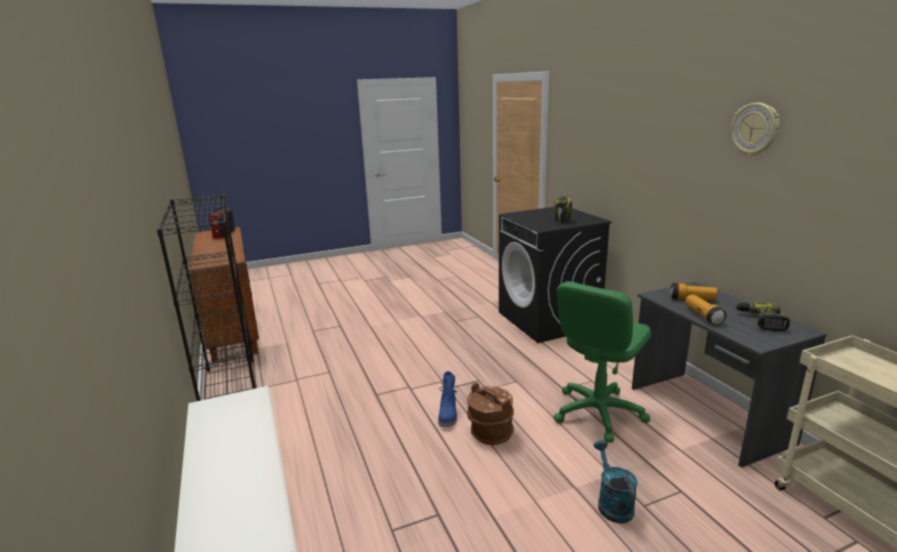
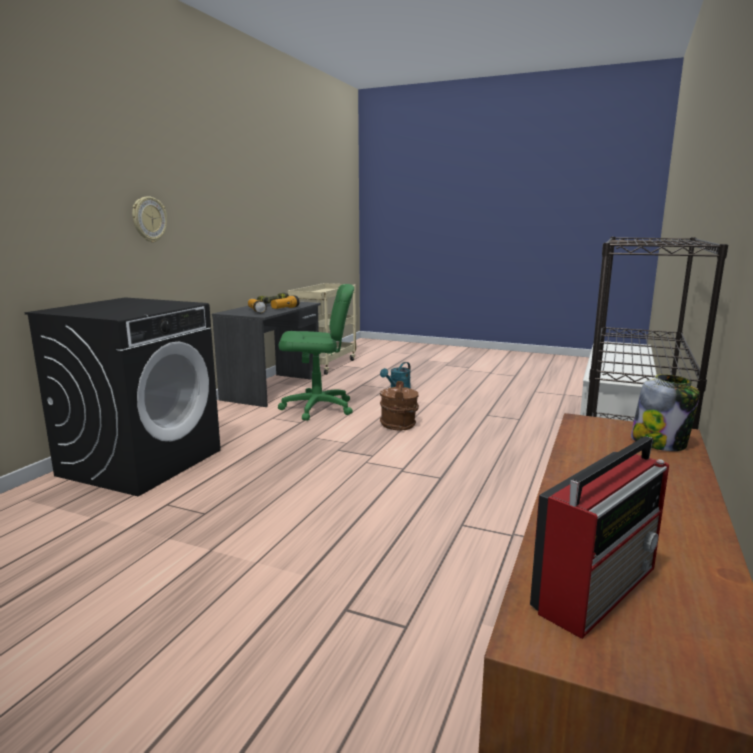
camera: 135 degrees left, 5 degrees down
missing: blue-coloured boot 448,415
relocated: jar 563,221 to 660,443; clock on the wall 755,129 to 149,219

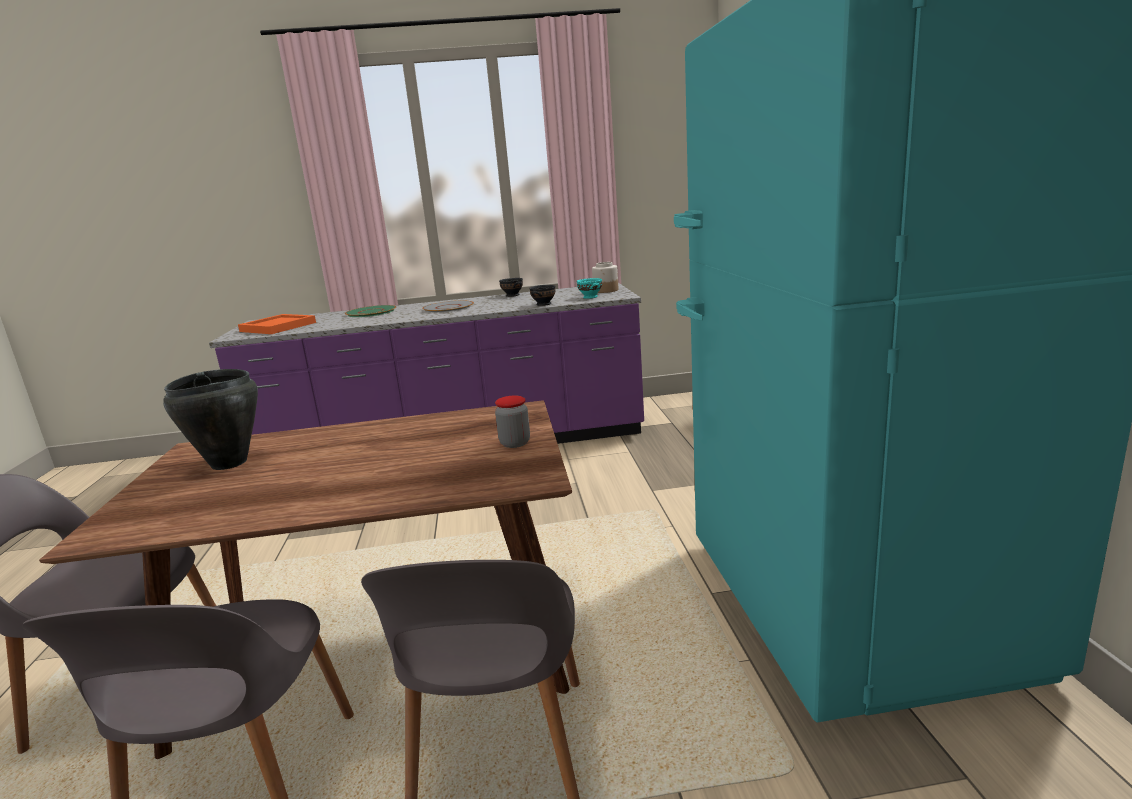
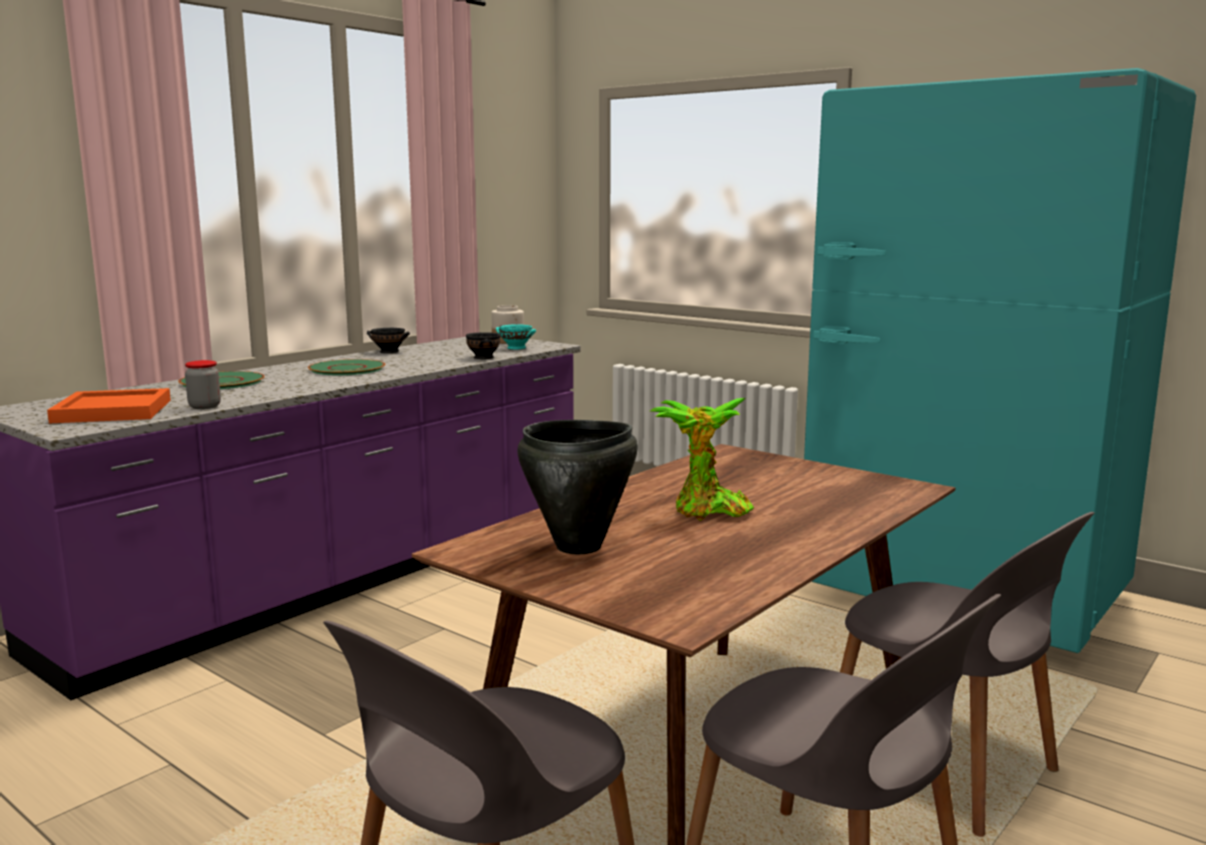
camera: 45 degrees left, 5 degrees down
appeared: houseplant 706,512
relocated: jar 515,443 to 204,406
colour: greyish plate 448,308 to greenish plate 346,369

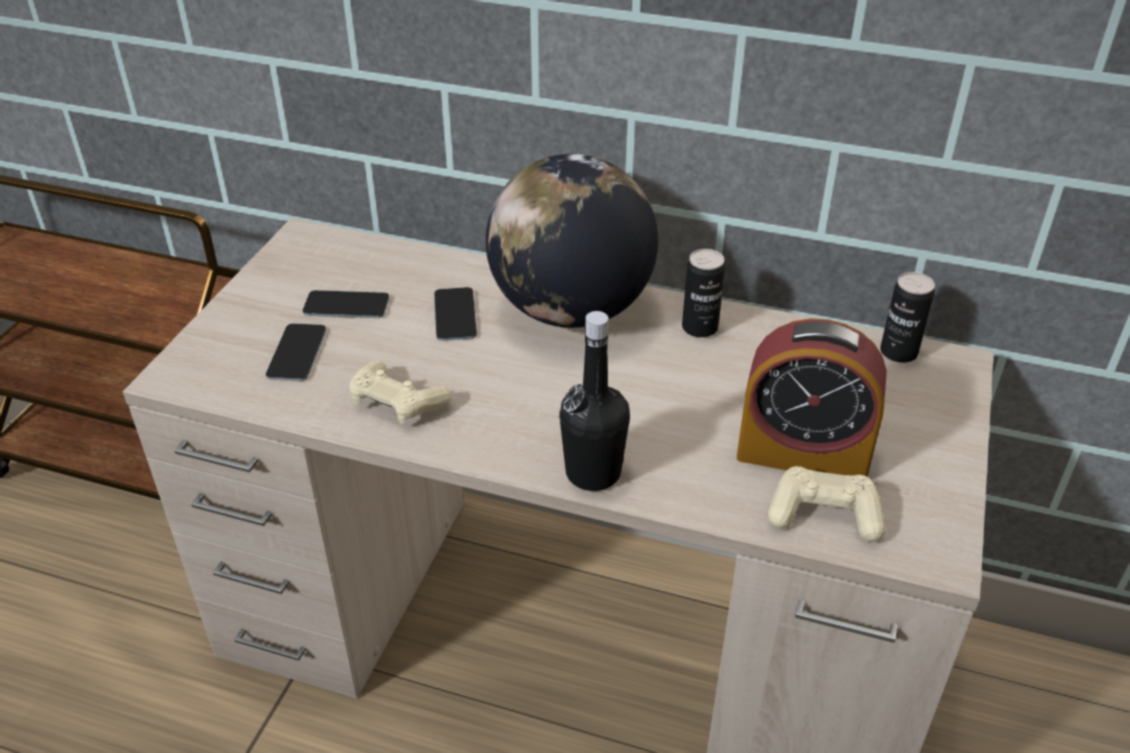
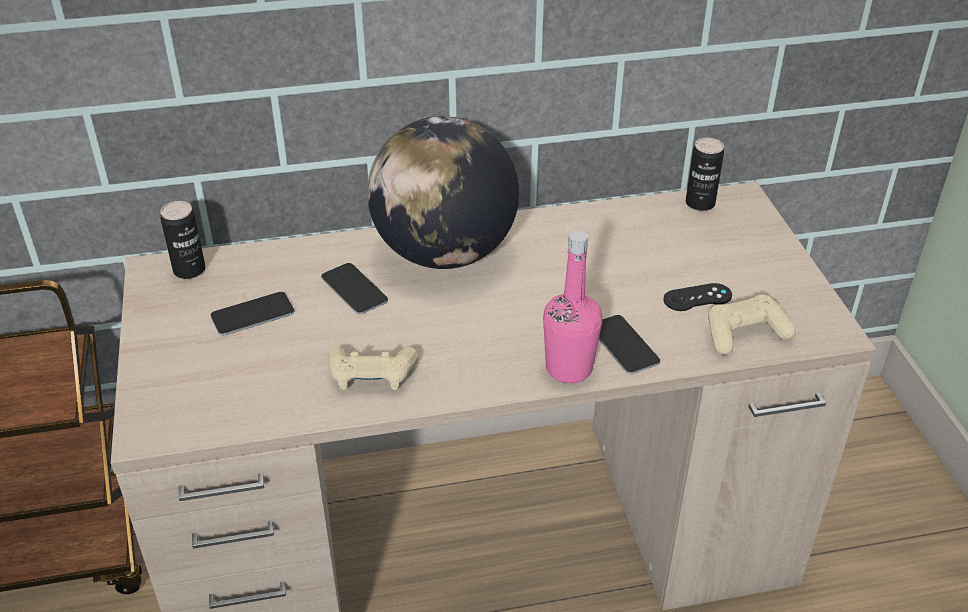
camera: 30 degrees left, 0 degrees up
relocated: handset 297,353 to 624,345; metal can 699,328 to 189,270
exchanged: alarm clock 803,454 to black joypad 697,297
colour: black bottle 593,473 to pinkish bottle 569,368

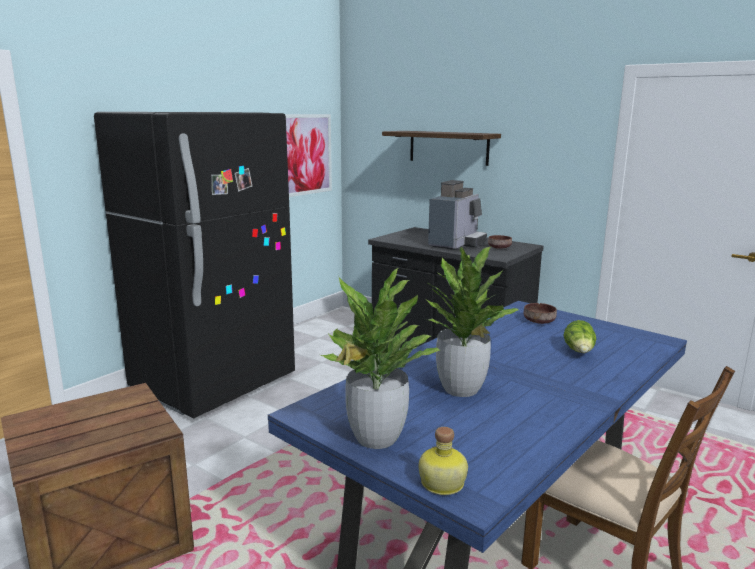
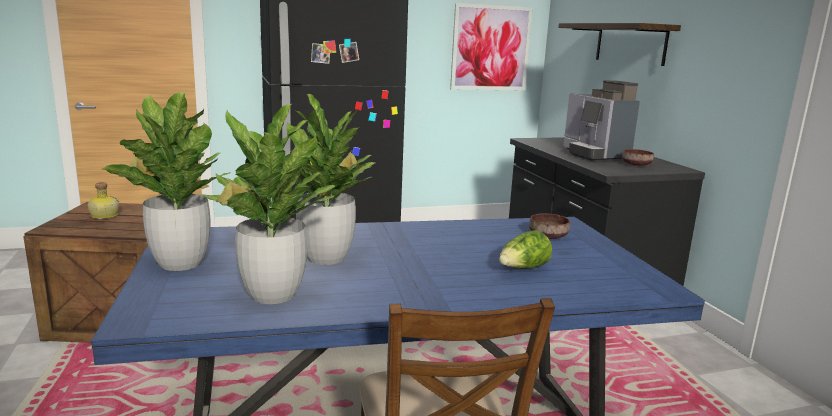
camera: 35 degrees right, 0 degrees up
appeared: houseplant 272,295
relocated: bottle 441,483 to 103,216
spun: coffee machine 456,244 = 594,154 90 degrees clockwise

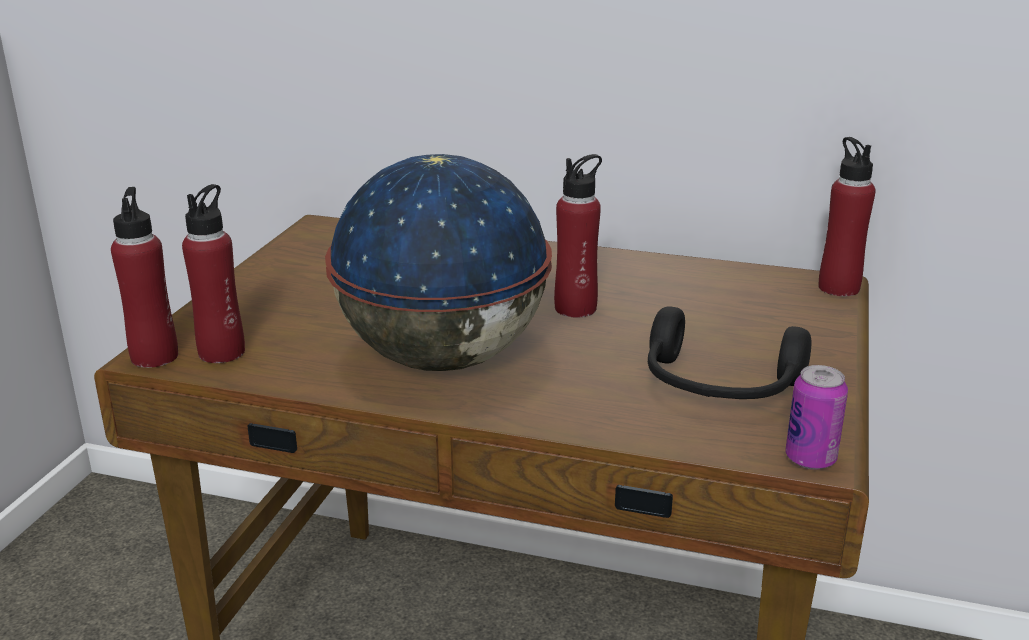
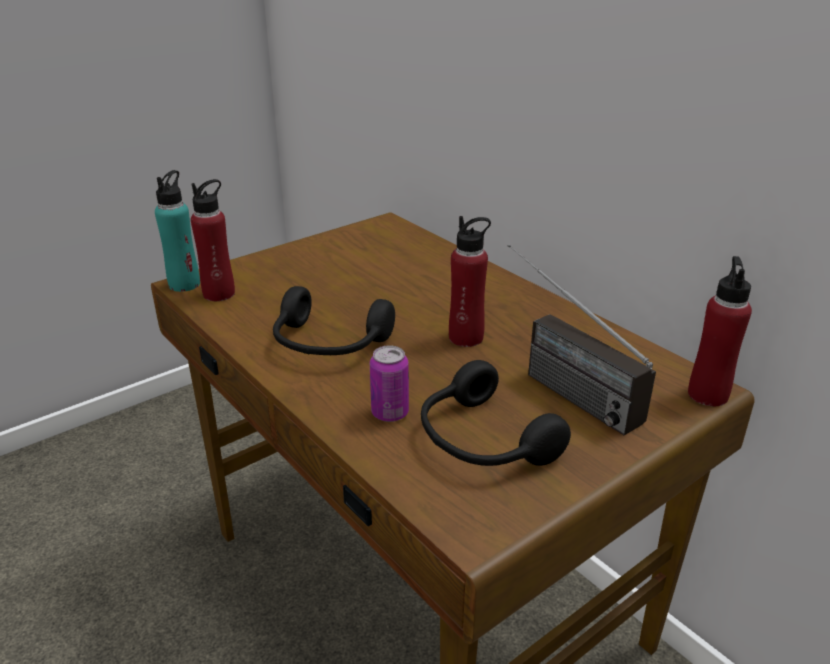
camera: 35 degrees right, 5 degrees up
appeared: radio receiver 555,383
relocated: metal can 810,459 to 390,413
exchanged: desk globe 442,359 to black headset 328,344
colour: red bottle 154,356 to blue-green bottle 184,284

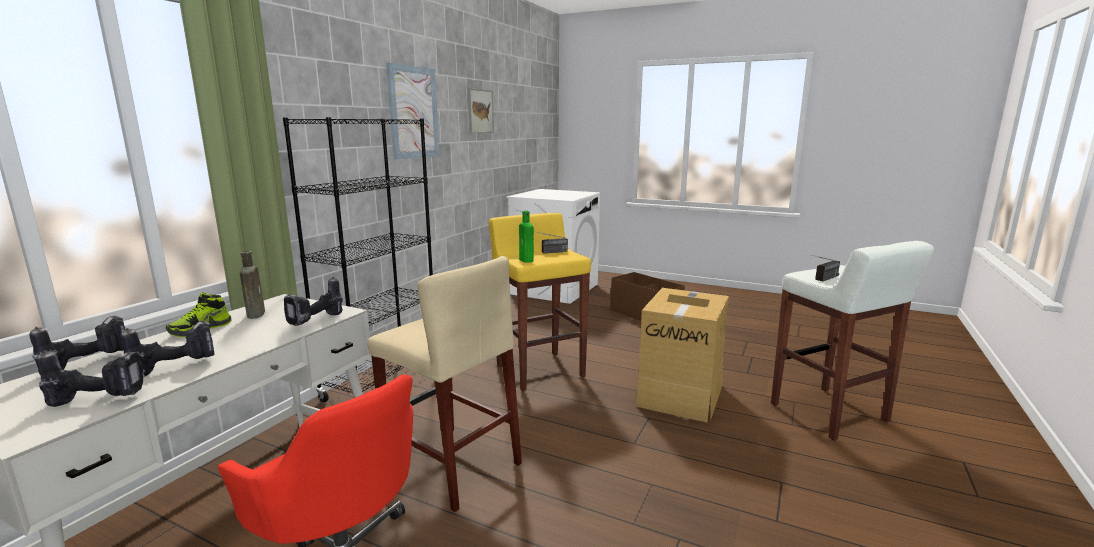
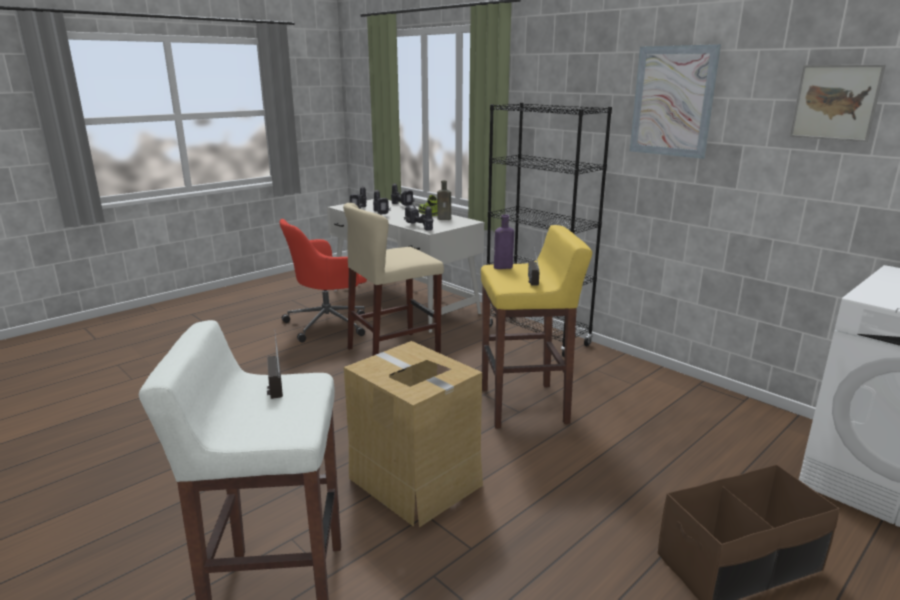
camera: 110 degrees right, 5 degrees up
colour: greenish bottle 527,260 to purple bottle 501,267

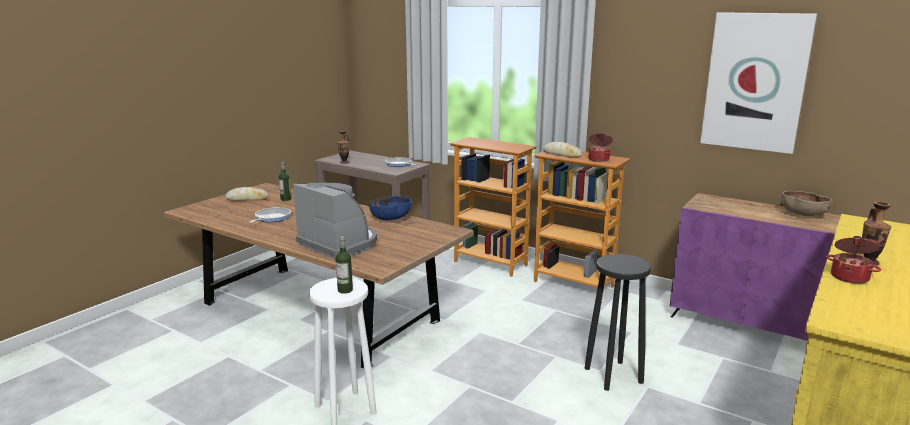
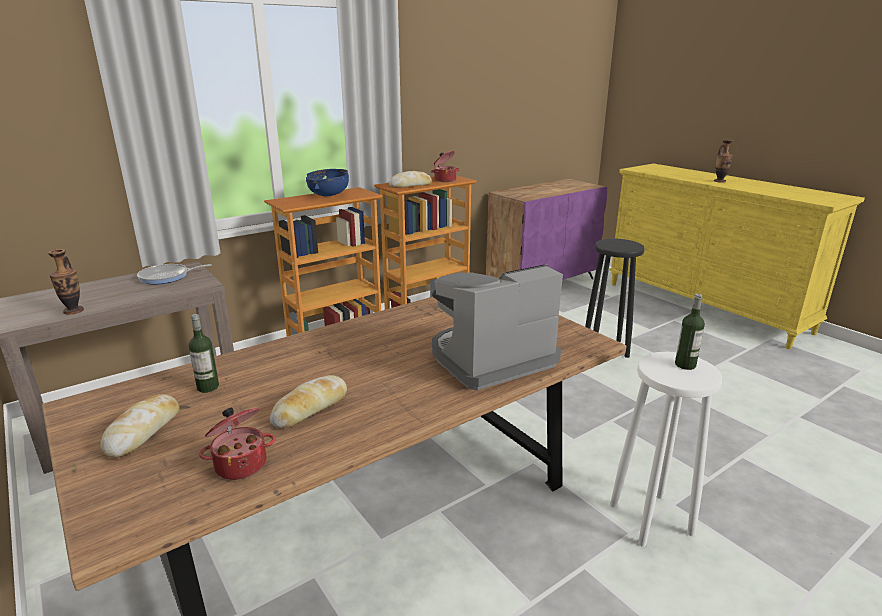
camera: 70 degrees left, 5 degrees up
missing: wall art 755,82; brown-coloured serving bowl 802,215
relocated: blue-coloured serving bowl 391,219 to 329,195; stockpot 850,277 to 241,464
exchanged: skillet 271,218 to baked bread 310,408

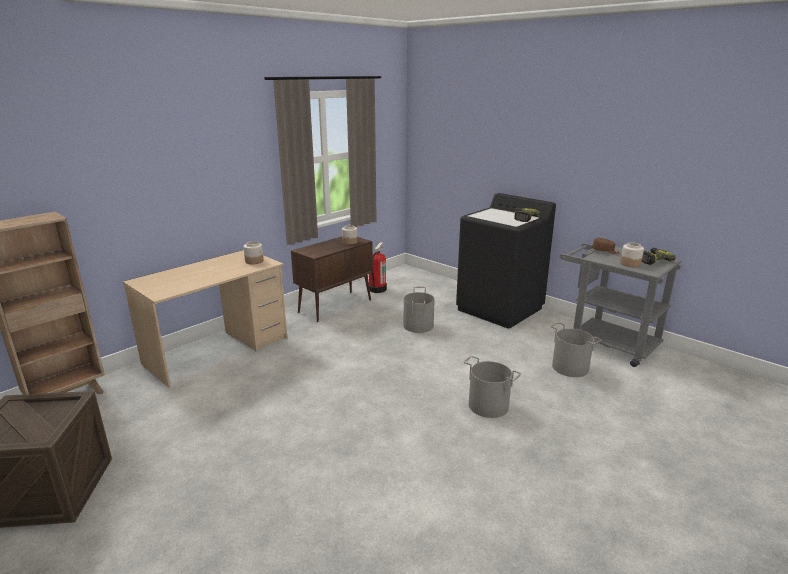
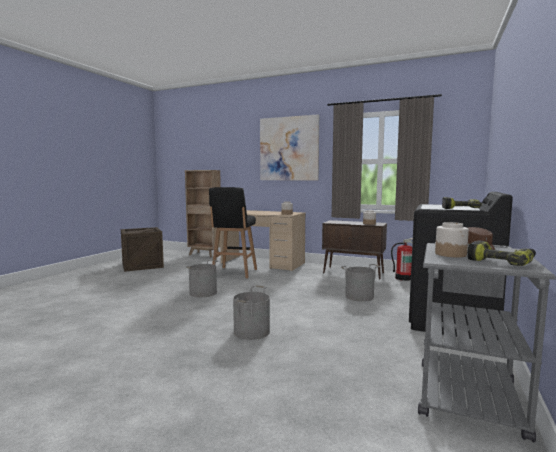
camera: 70 degrees right, 15 degrees down
appeared: black stool 234,273; wall art 289,149
relocated: greyish water bucket 570,367 to 203,293

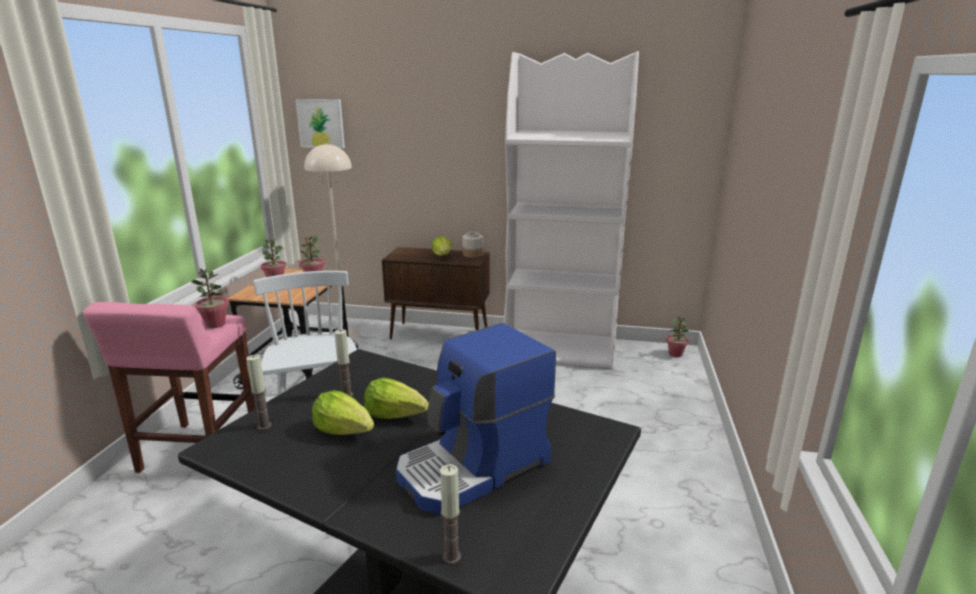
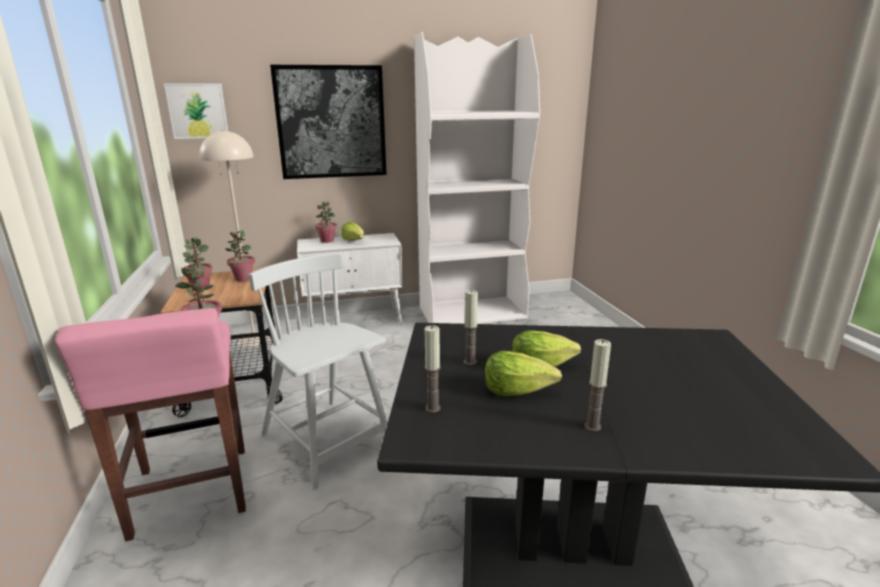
camera: 25 degrees left, 0 degrees up
missing: coffee machine 474,468; jar 473,254
appeared: wall art 331,122
relocated: wax candle 451,556 to 592,426; houseplant 675,354 to 327,241
colour: brown-coloured cabinet 440,335 to white-coloured cabinet 355,321

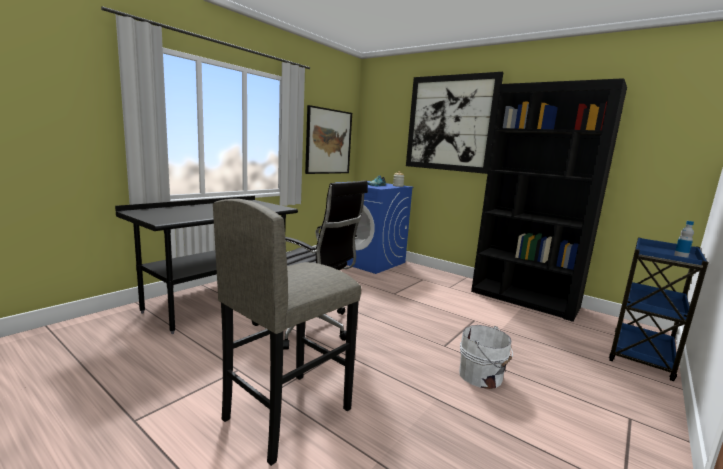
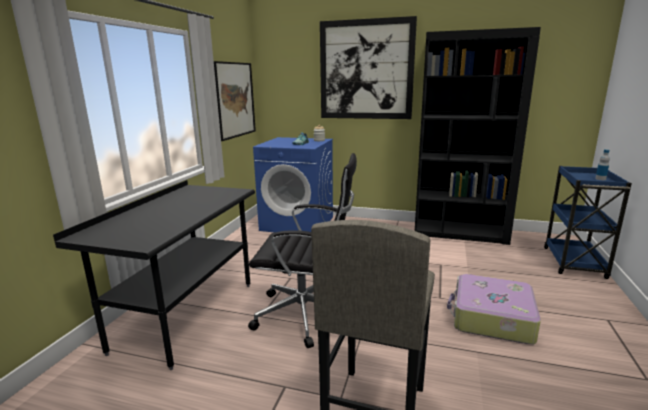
camera: 20 degrees left, 5 degrees up
exchanged: white-coloured water bucket 482,376 to suitcase 491,318

